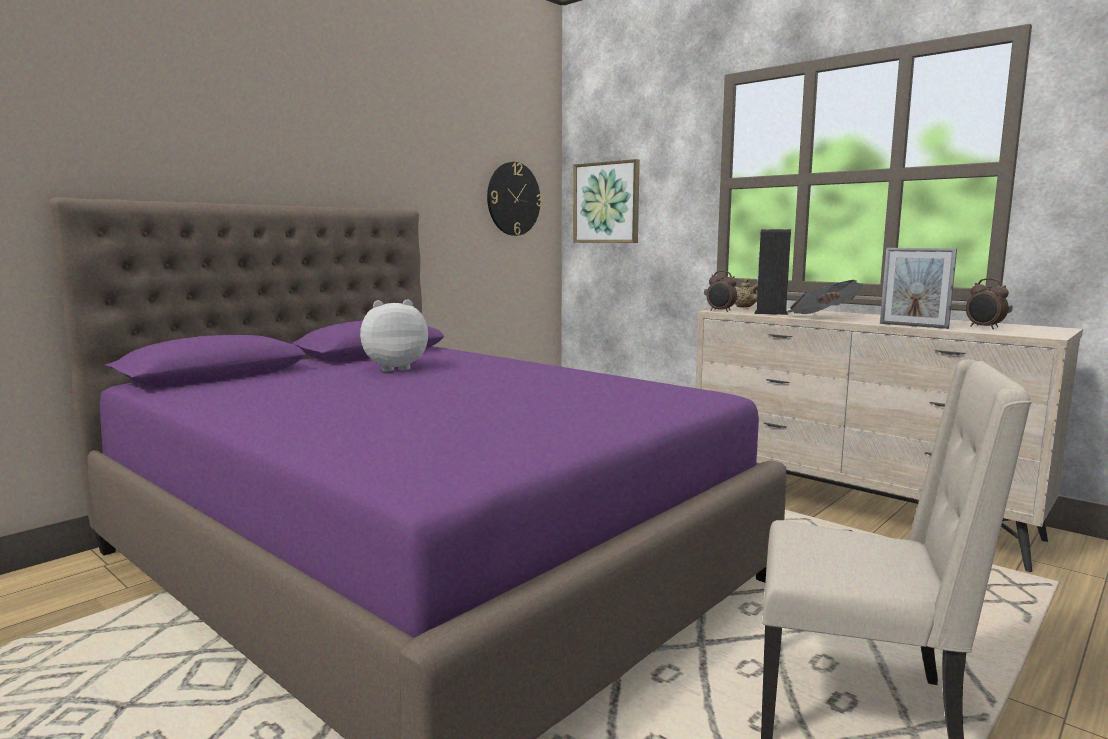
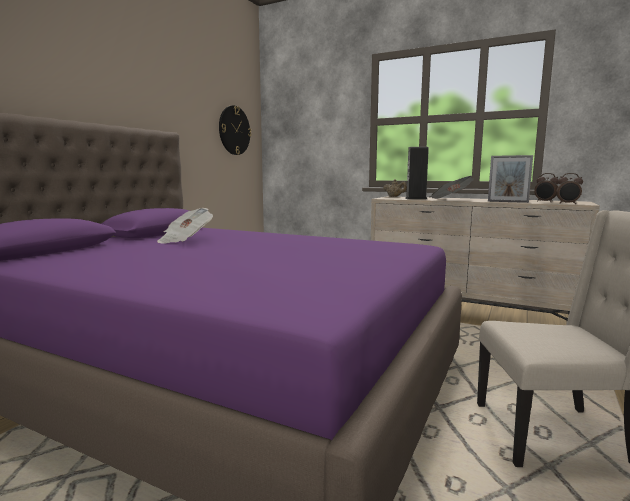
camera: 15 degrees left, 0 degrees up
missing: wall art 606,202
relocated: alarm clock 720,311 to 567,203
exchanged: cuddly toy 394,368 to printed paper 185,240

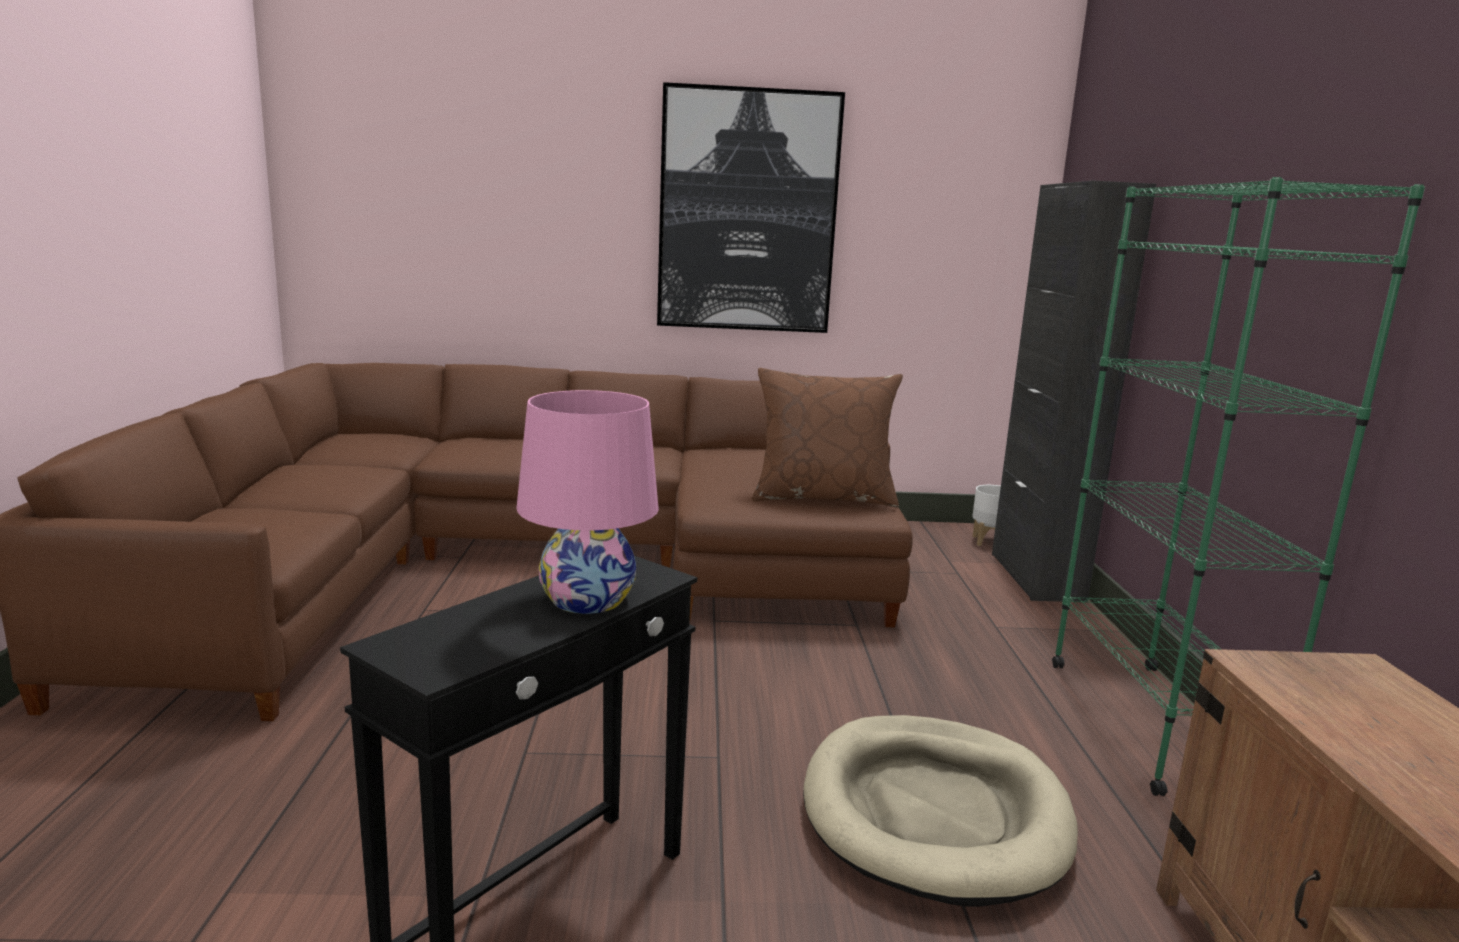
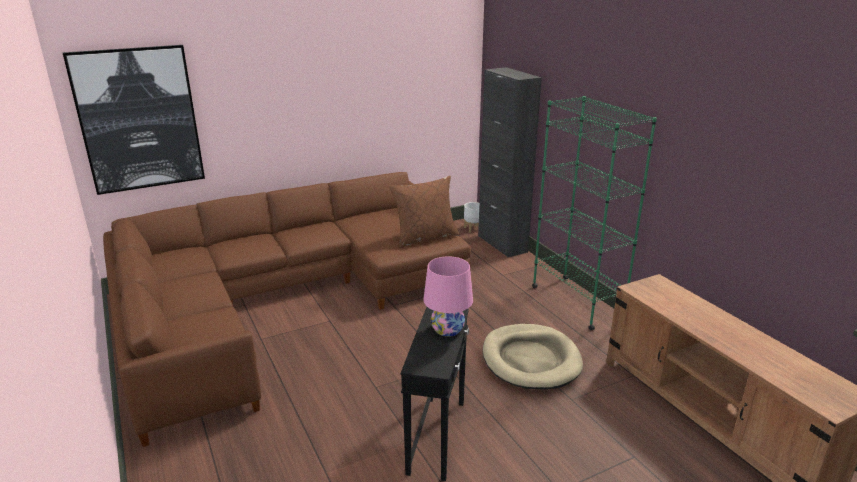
camera: 25 degrees left, 10 degrees up
relocated: wall art 747,212 to 139,119

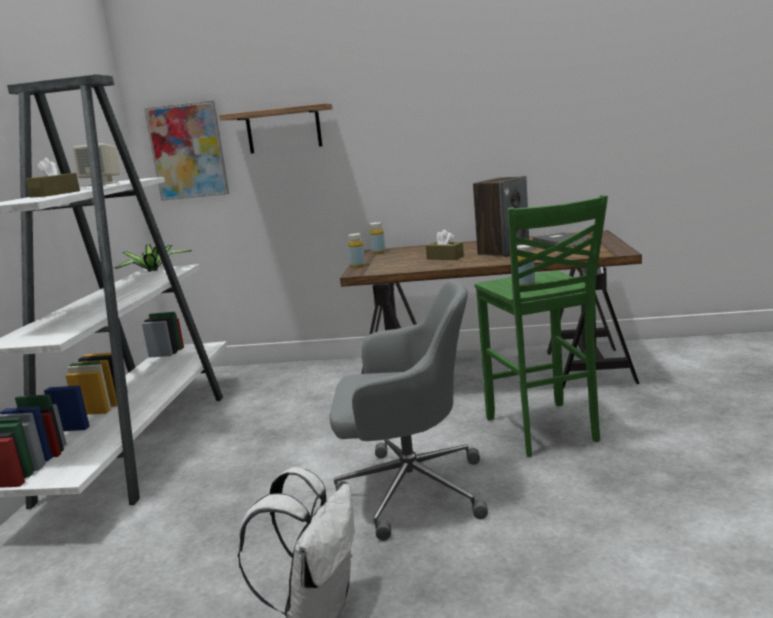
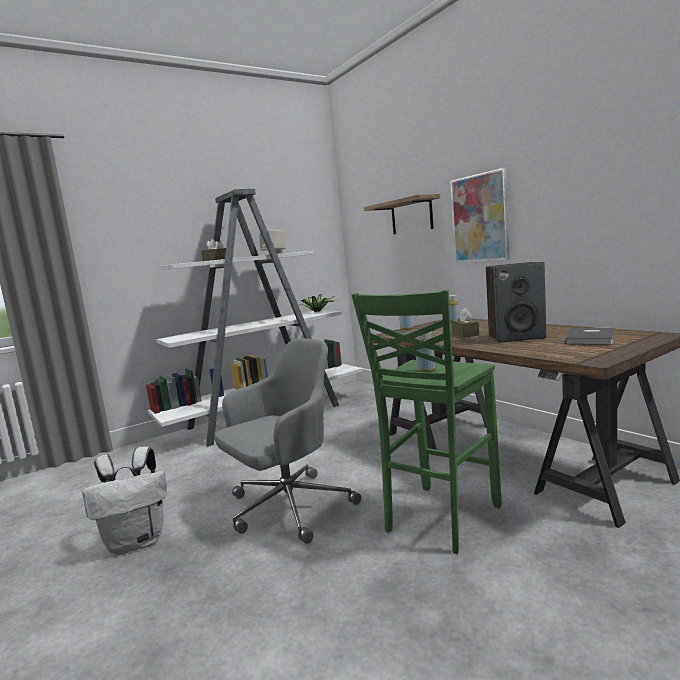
camera: 50 degrees right, 5 degrees down
relocated: wall art 188,151 to 480,218
spun: greyish office chair 409,490 = 288,508 90 degrees counterclockwise

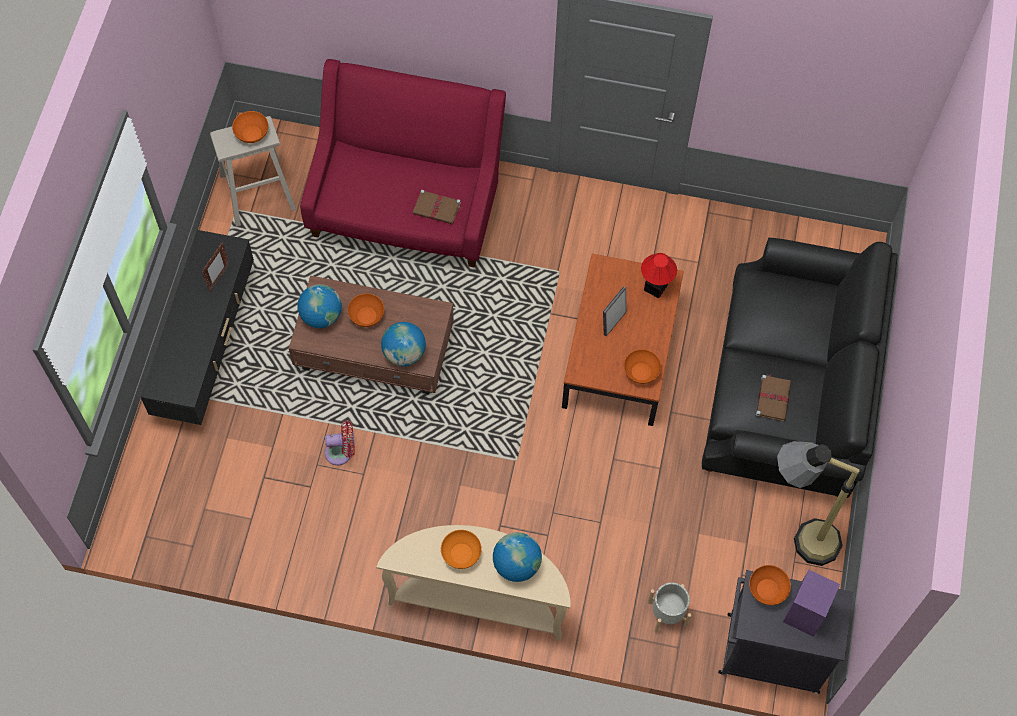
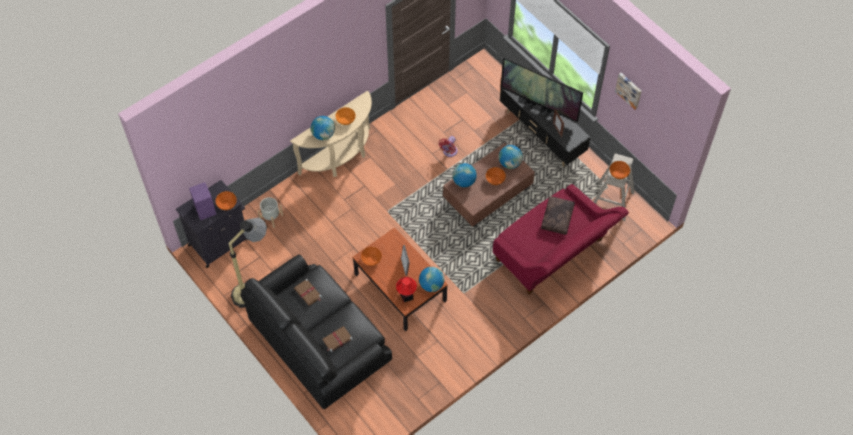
camera: 130 degrees right, 5 degrees down
appeared: desk globe 431,285; TV set 539,107; brown-coloured pillow 558,218; wall art 629,90
relocated: brown-coloured book 437,208 to 337,339

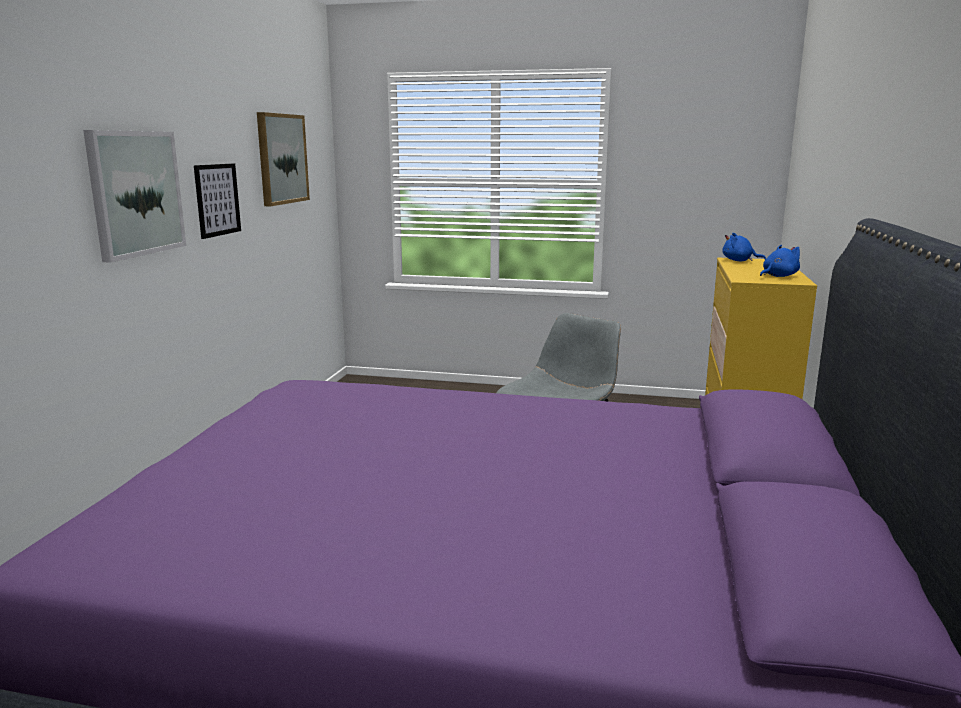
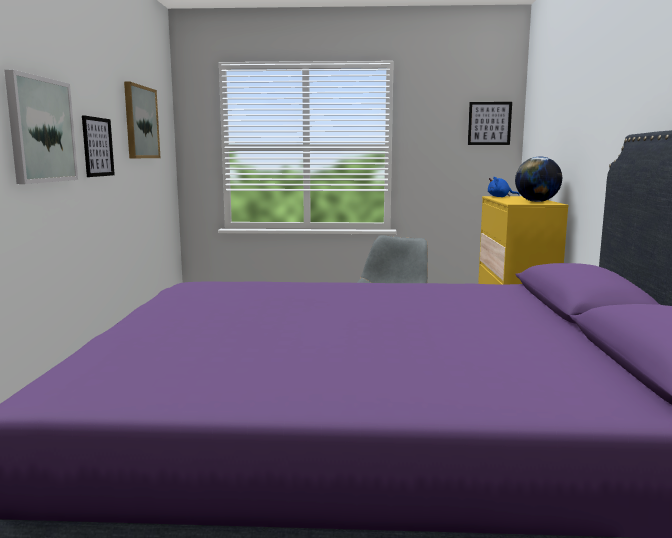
camera: 10 degrees left, 5 degrees down
appeared: wall art 489,123
exchanged: blue-coloured cuddly toy 778,276 to desk globe 536,202

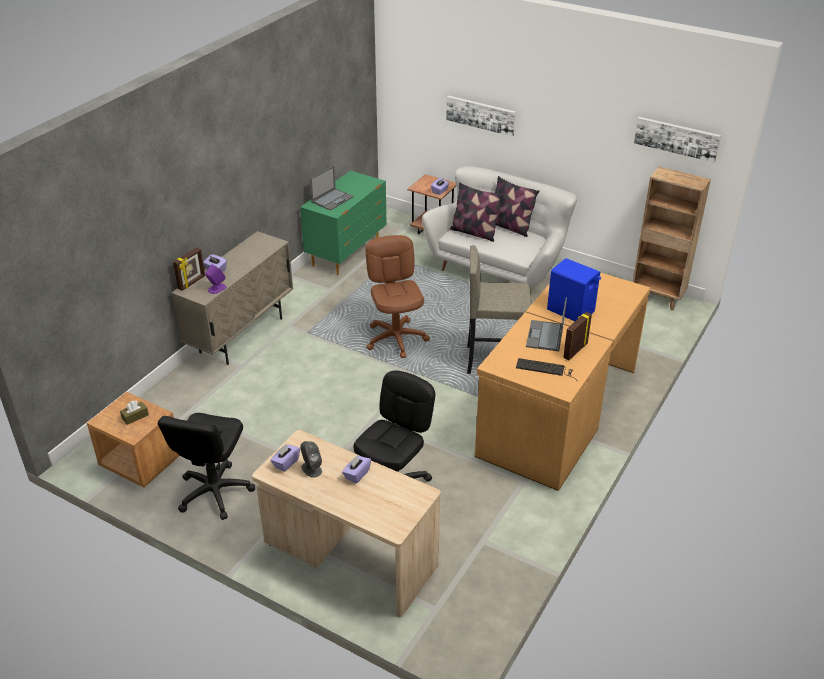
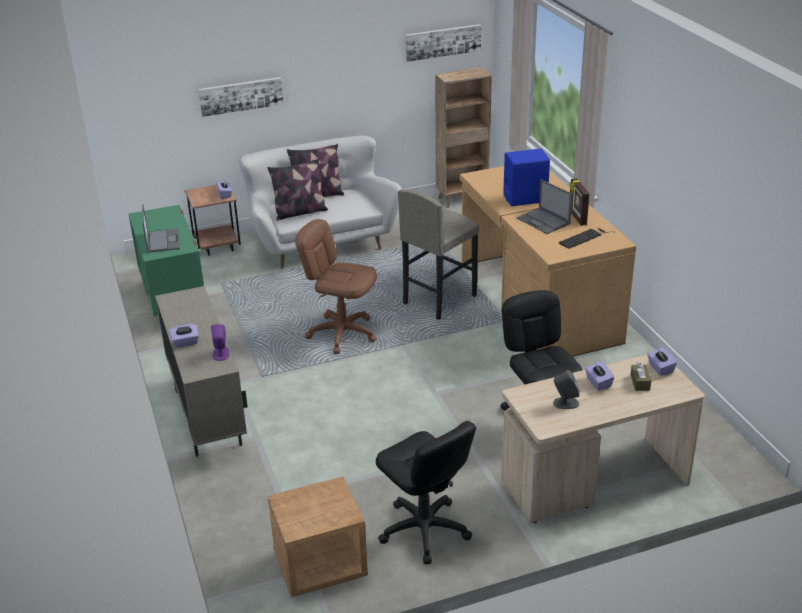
camera: 50 degrees left, 5 degrees down
missing: standing frame 192,283
relocated: brown-coloured box of tissues 135,416 to 640,382; purple box of tissues 286,463 to 660,368

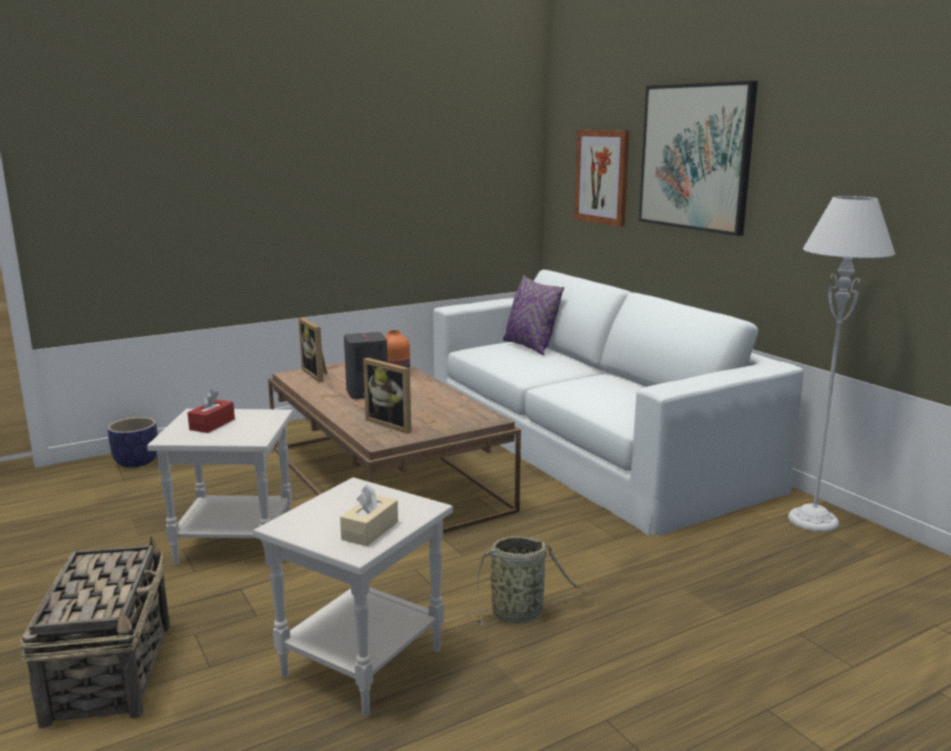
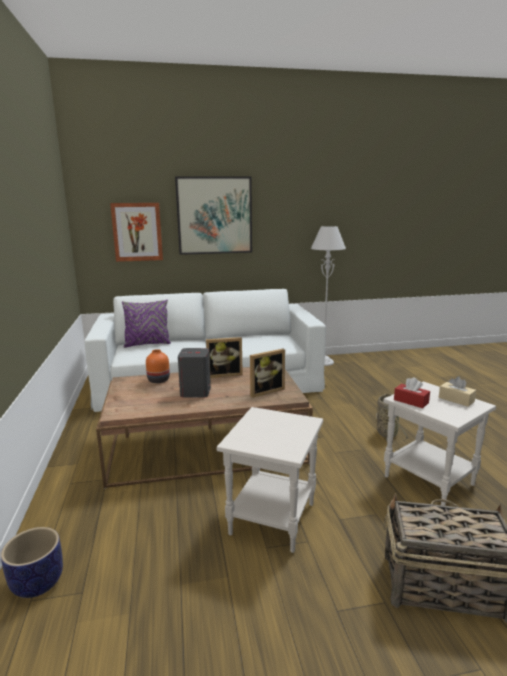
camera: 70 degrees left, 0 degrees up
relocated: red box of tissues 212,424 to 411,401; standing frame 318,374 to 224,374

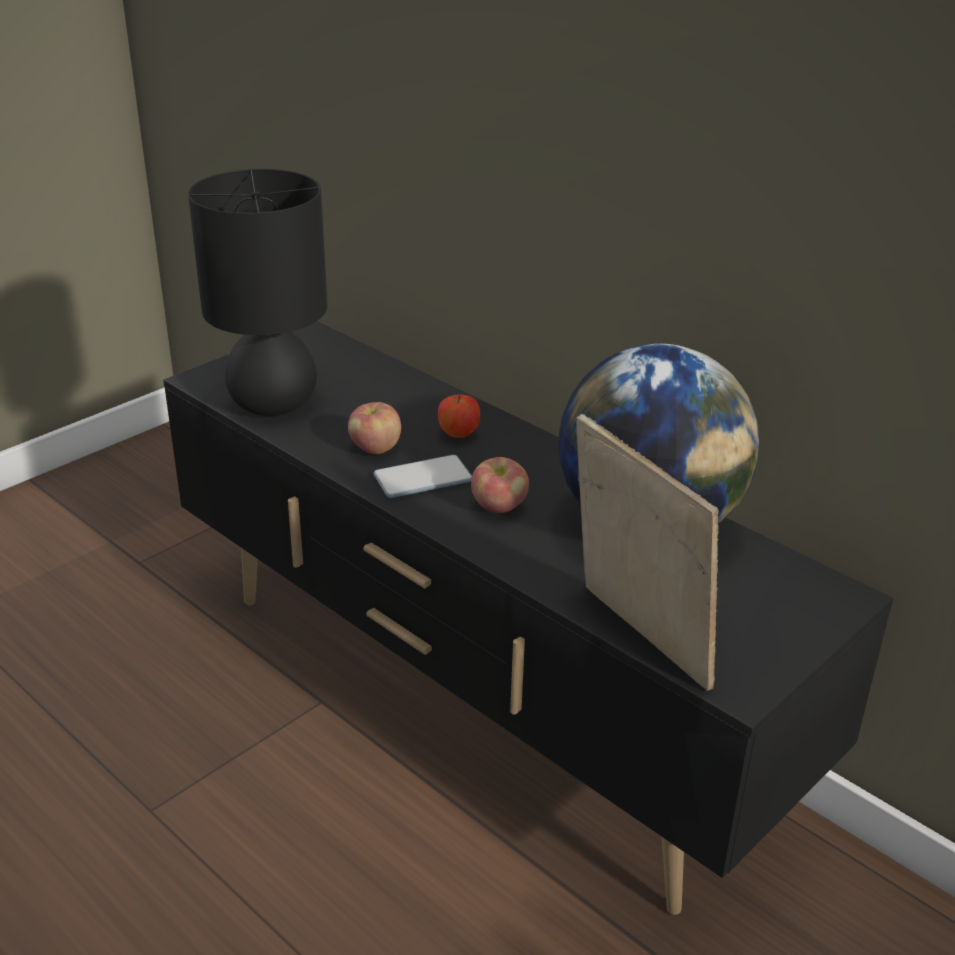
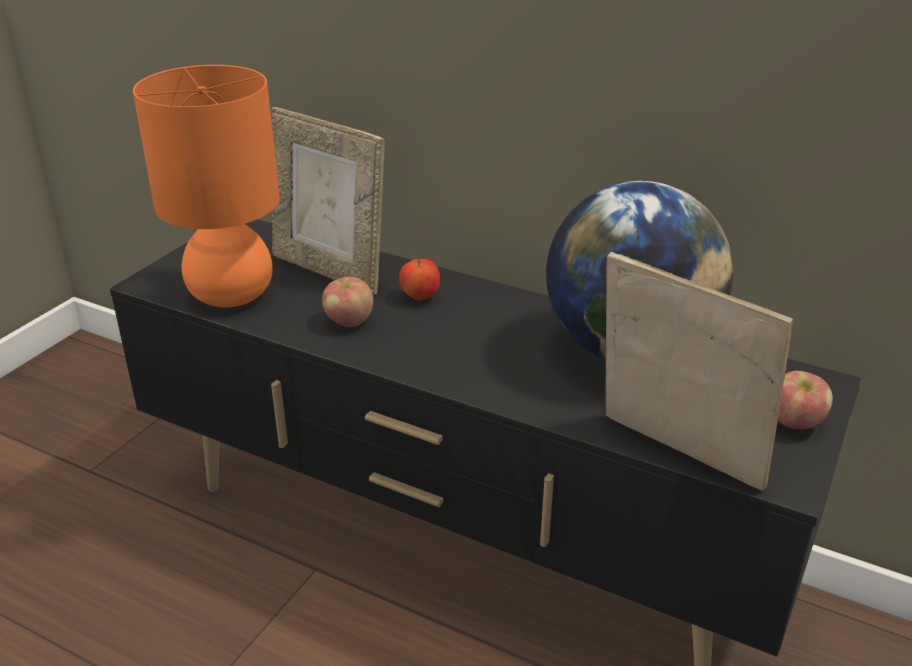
camera: 15 degrees left, 0 degrees up
missing: handset 423,478
appeared: standing frame 330,271
relocated: apple 499,507 to 794,422
colour: black tabletop lamp 272,404 to orange-coloured tabletop lamp 230,295

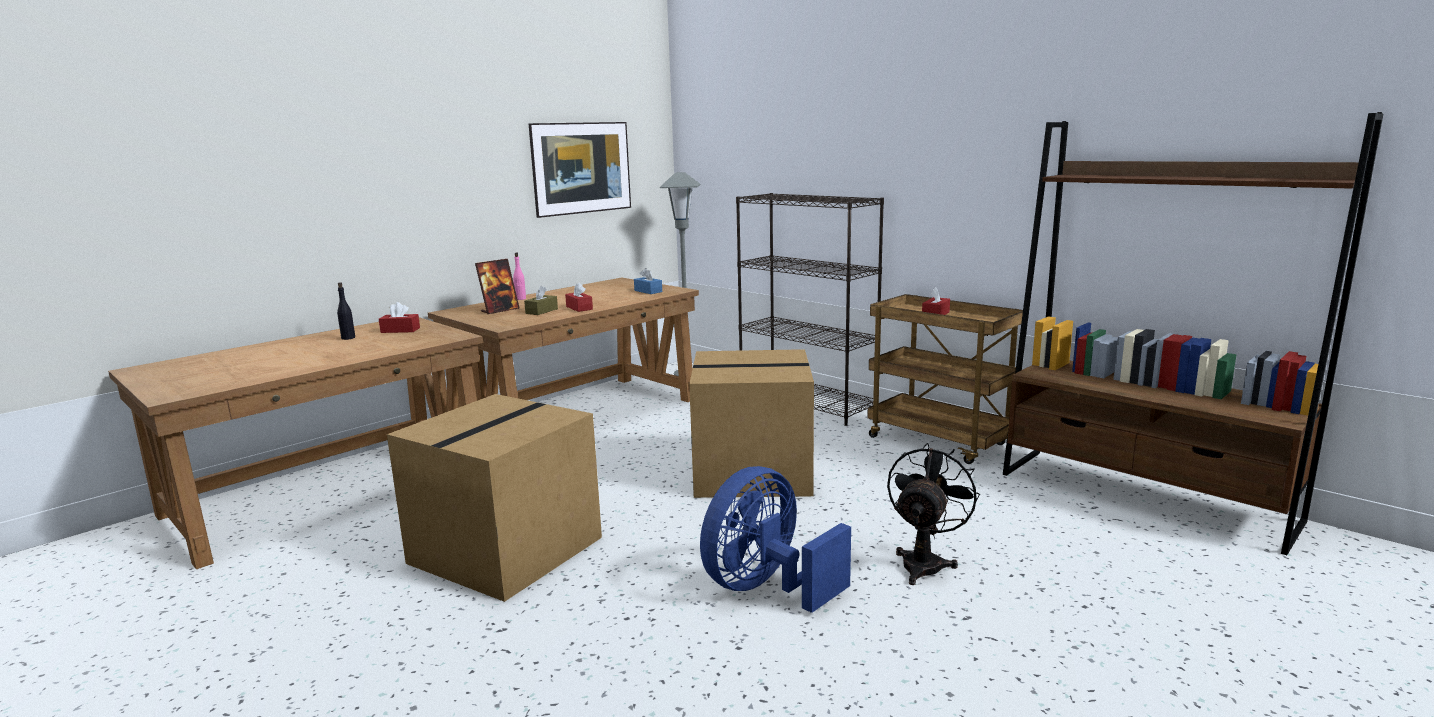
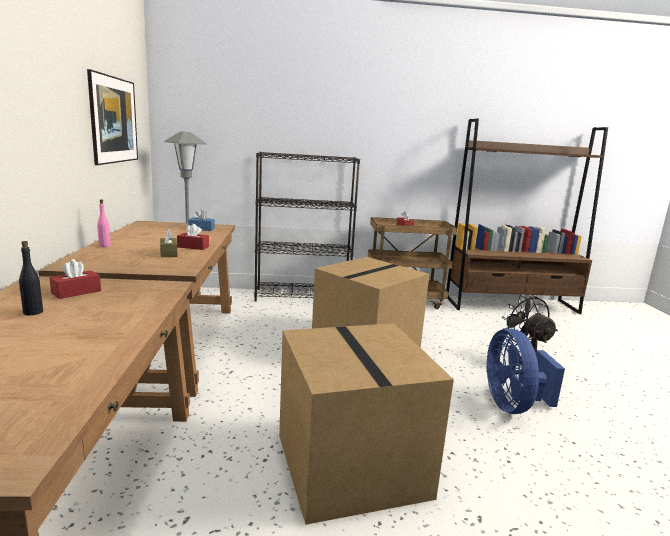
camera: 50 degrees left, 0 degrees up
missing: standing frame 499,310

